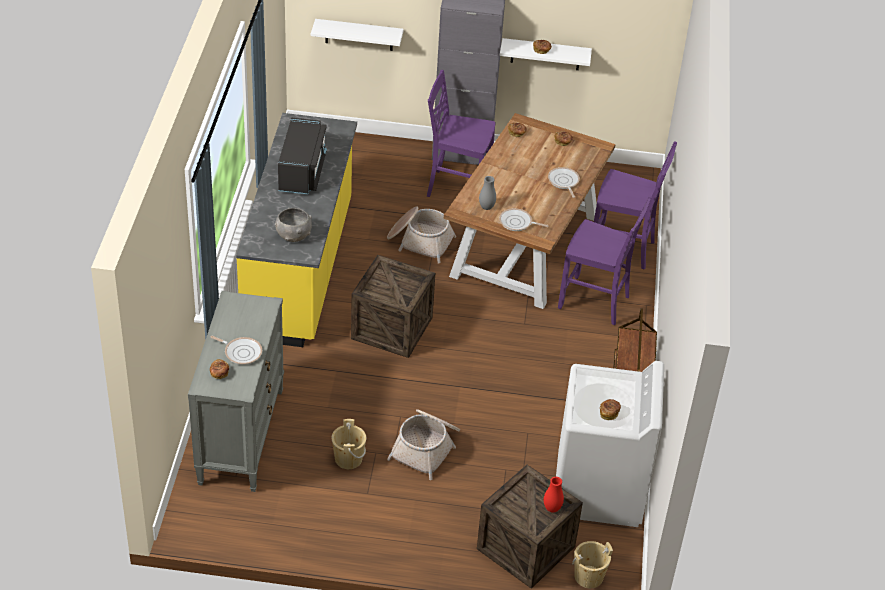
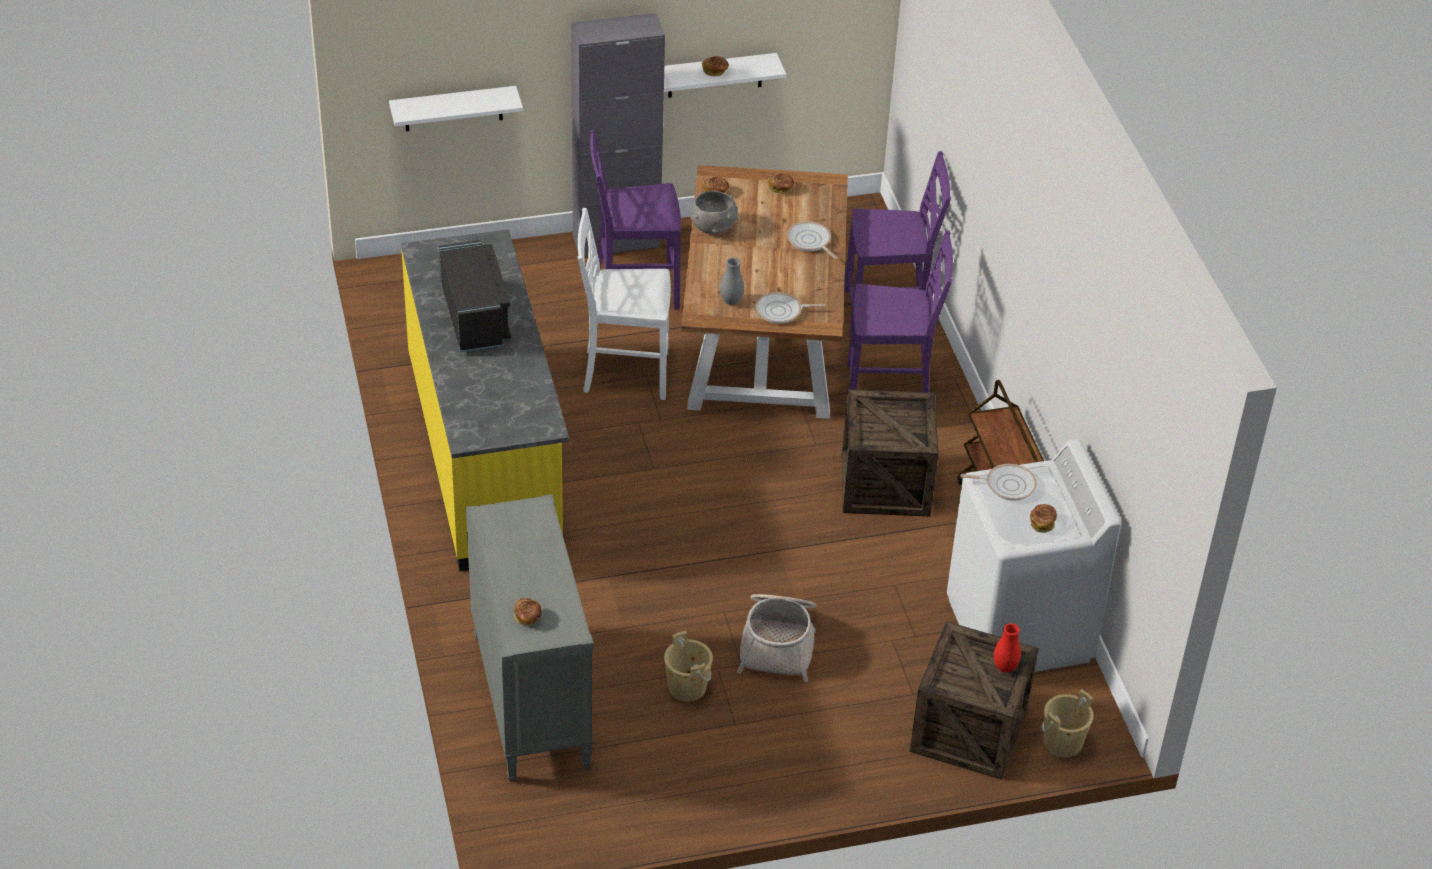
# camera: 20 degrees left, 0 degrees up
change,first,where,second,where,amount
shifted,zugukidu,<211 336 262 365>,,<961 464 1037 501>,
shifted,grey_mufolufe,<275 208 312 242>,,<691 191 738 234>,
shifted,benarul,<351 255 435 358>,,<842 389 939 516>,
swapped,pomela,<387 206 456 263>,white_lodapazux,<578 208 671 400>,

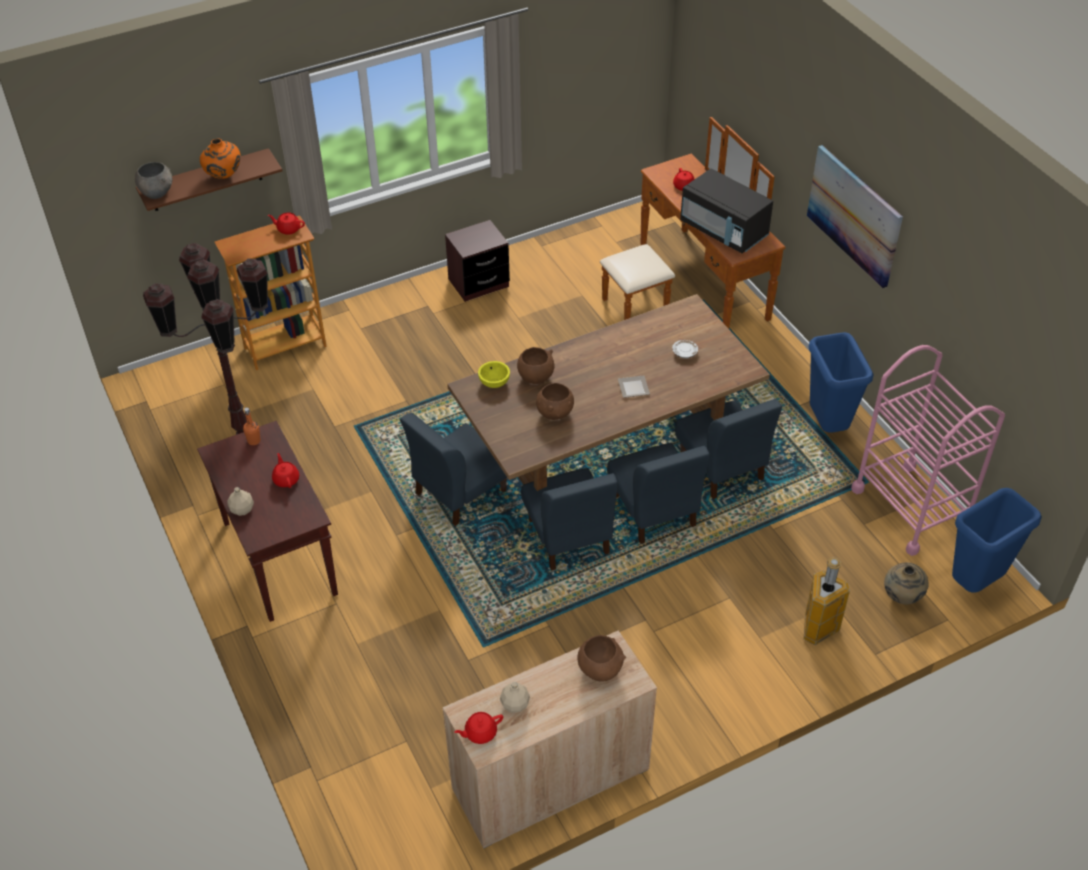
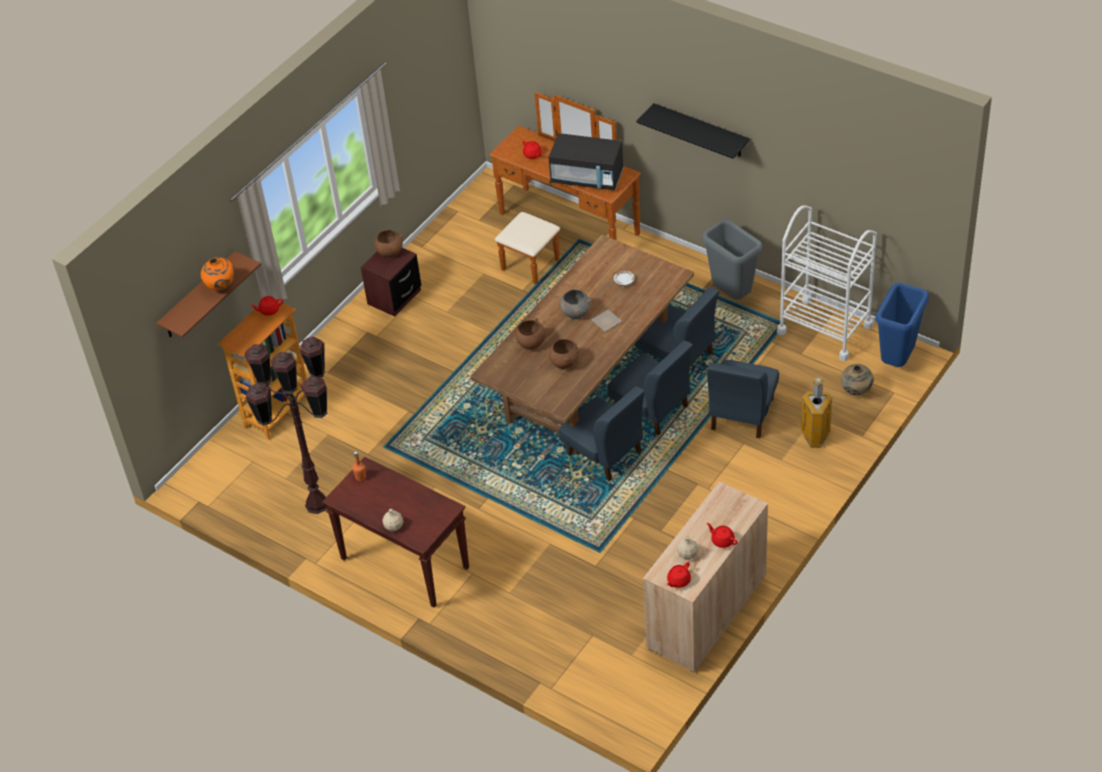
# camera: 25 degrees left, 0 degrees up
change,first,where,second,where,amount
gone,yellow_mufolufe,<478 361 510 388>,,,
shifted,grey_mufolufe,<135 162 173 199>,,<560 289 591 319>,
shifted,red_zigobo,<272 453 299 488>,,<707 523 738 548>,
shifted,blue_lodapazux,<400 413 507 526>,,<707 359 779 438>,
shifted,brown_mufolufe,<577 635 626 682>,,<374 230 403 258>,
swapped,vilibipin,<807 145 903 288>,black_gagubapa,<636 103 750 159>,
repainted,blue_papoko,<809 332 874 433>,grey_papoko,<702 219 762 300>,
repainted,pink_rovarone,<851 345 1005 556>,white_rovarone,<777 205 877 361>,

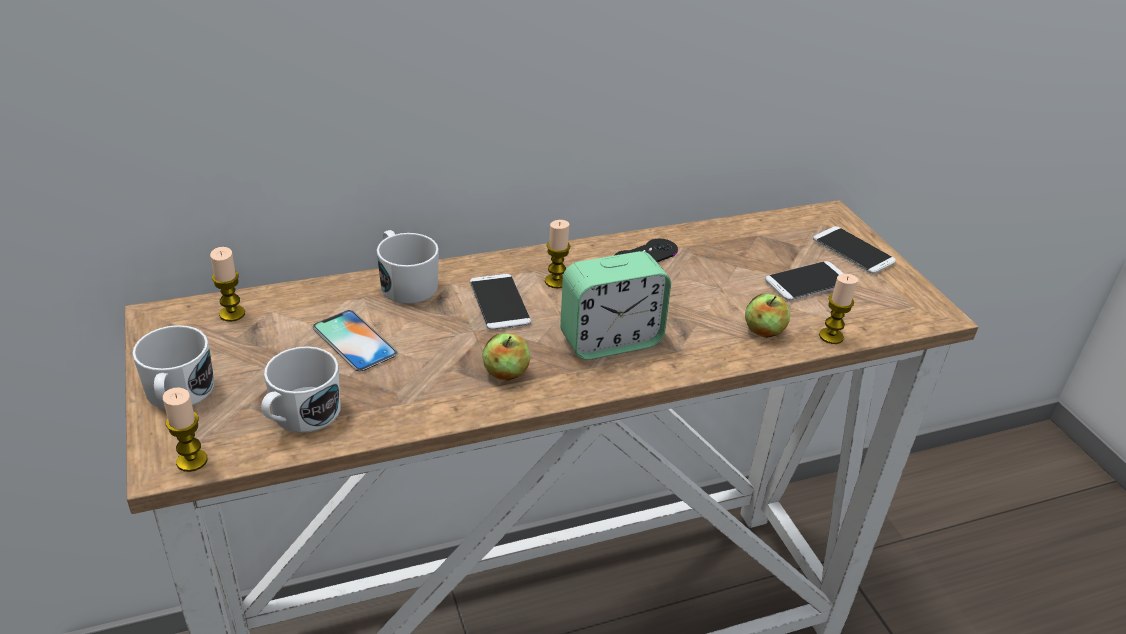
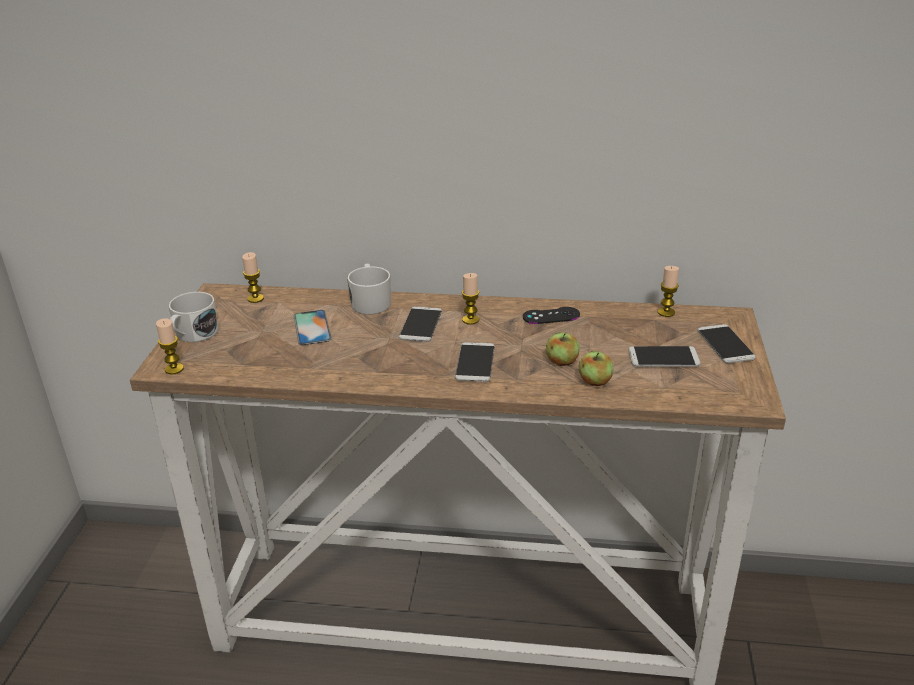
# camera: 30 degrees right, 5 degrees down
change,first,where,second,where,amount
gone,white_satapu,<261 346 341 433>,,,
shifted,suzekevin,<482 334 530 381>,,<546 332 579 366>,
shifted,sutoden,<819 274 858 344>,,<658 266 679 317>,
swapped,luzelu,<560 251 671 360>,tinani,<455 342 495 382>,

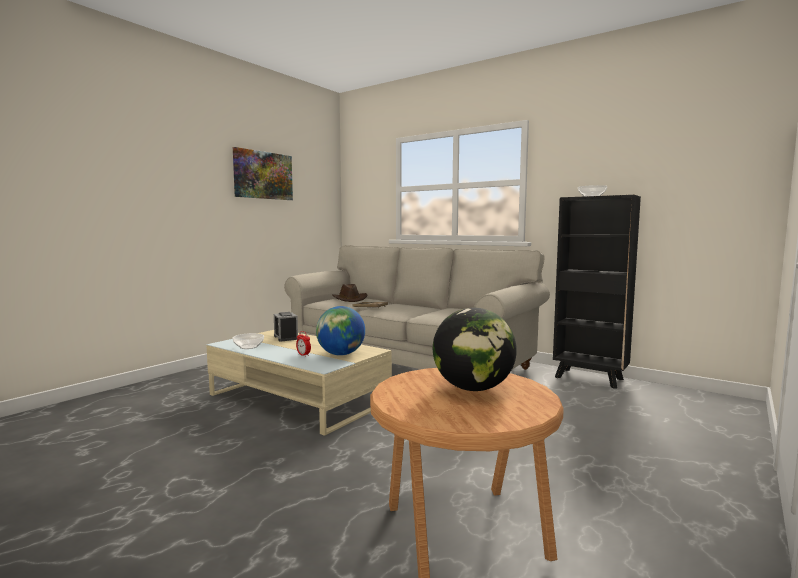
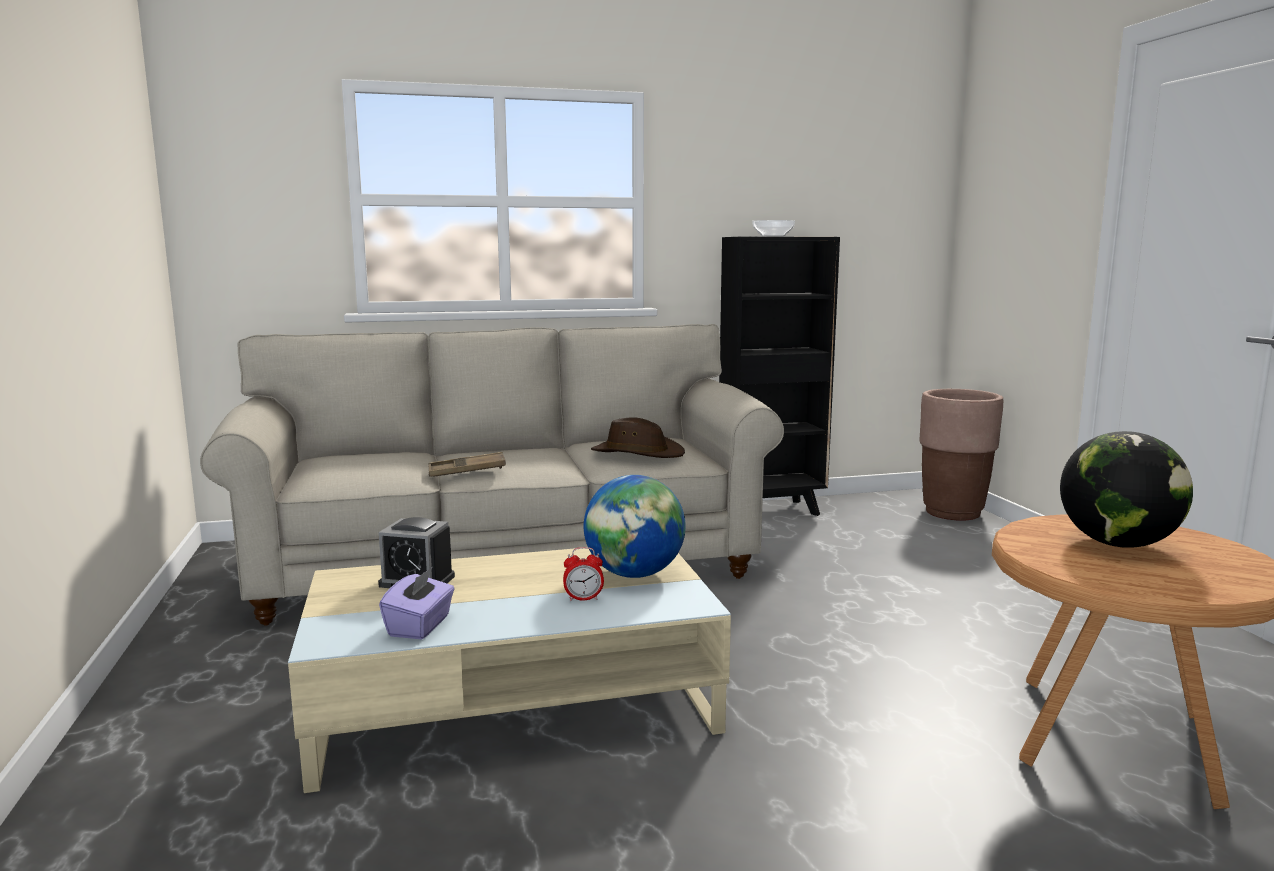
# camera: 50 degrees left, 5 degrees up
change,first,where,second,where,amount
gone,vilibipin,<233 147 293 200>,,,
new,,,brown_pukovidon,<920 389 1003 521>,
shifted,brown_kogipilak,<332 284 367 302>,,<591 417 685 458>,
swapped,mufolufe,<233 333 264 349>,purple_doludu,<379 567 455 639>,

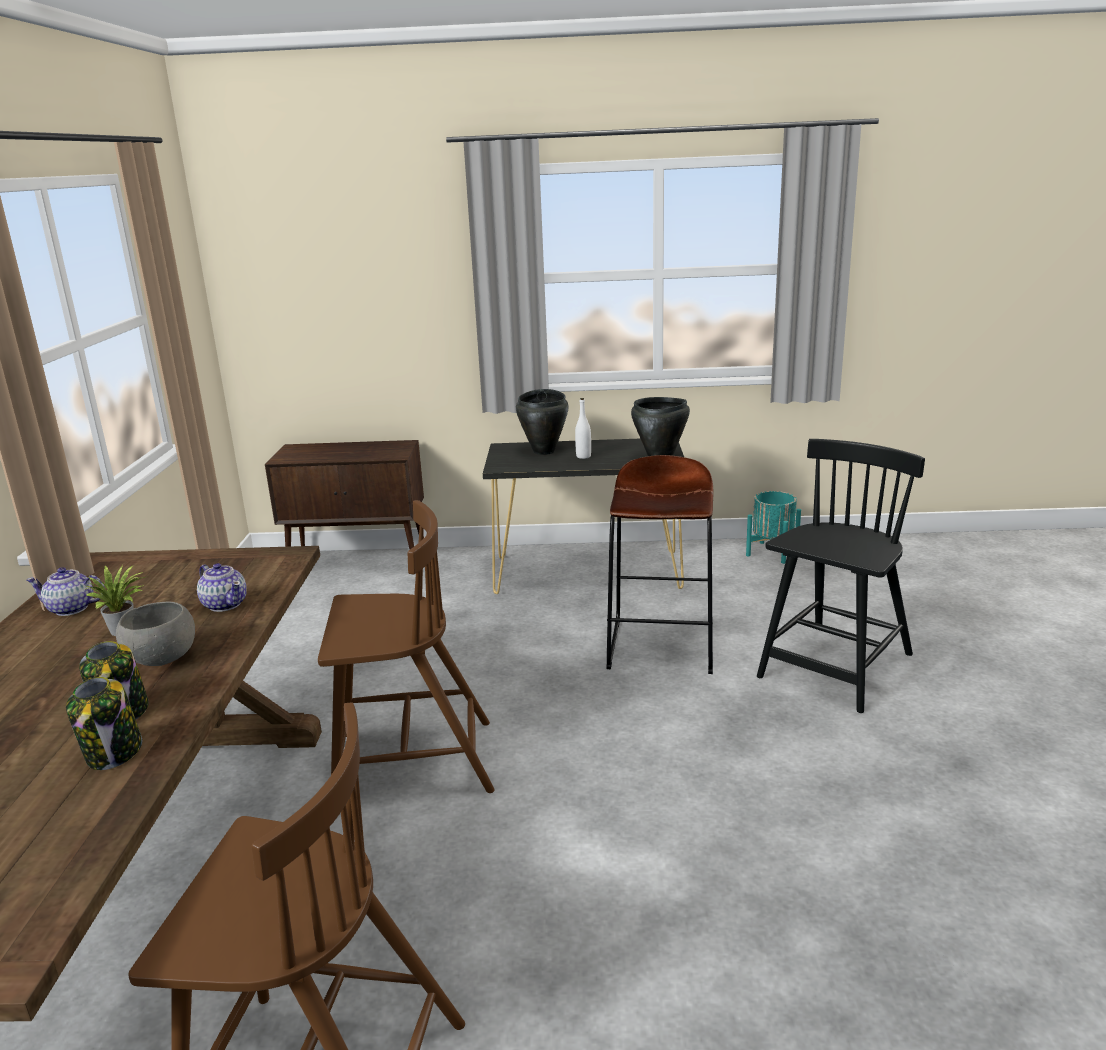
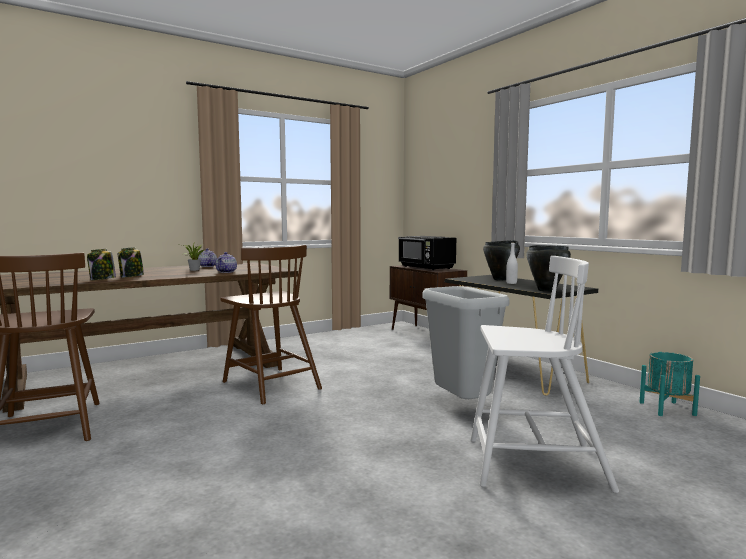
# camera: 55 degrees right, 15 degrees down
change,first,where,second,where,amount
gone,grey_mufolufe,<116 602 195 666>,,,
new,,,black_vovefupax,<398 236 456 270>,
swapped,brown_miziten,<606 455 713 674>,grey_papoko,<422 286 510 399>,
repainted,black_lodapazux,<757 439 925 713>,white_lodapazux,<471 256 619 493>,

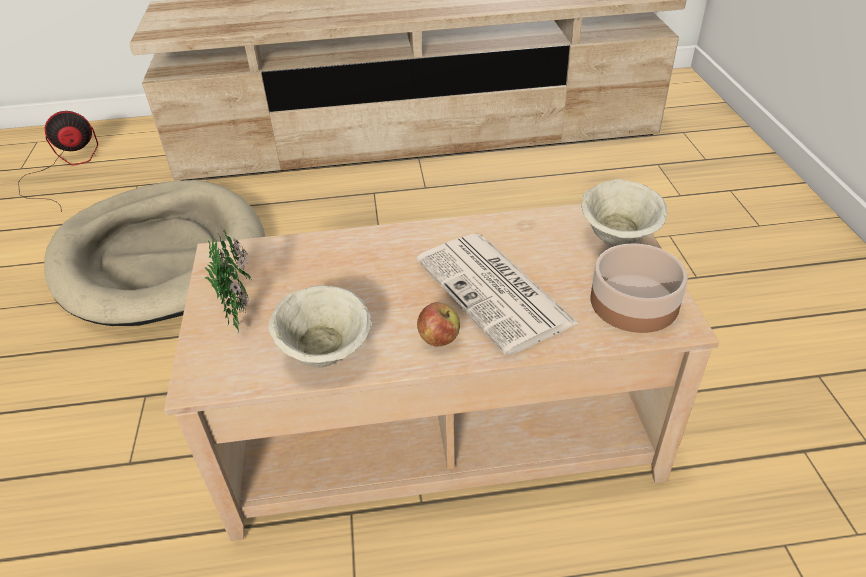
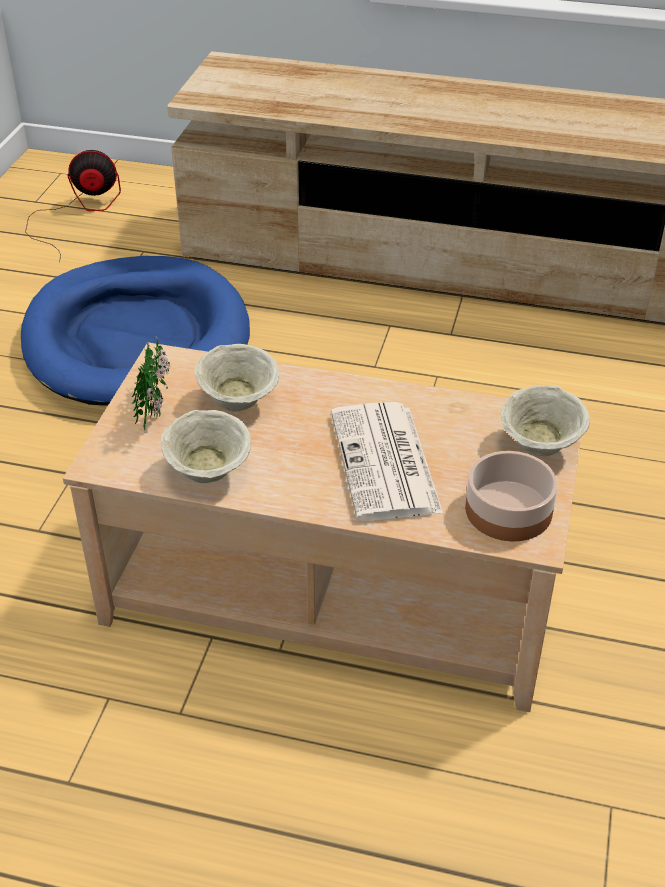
# camera: 20 degrees right, 0 degrees up
change,first,where,second,where,amount
gone,suzekevin,<417 302 460 347>,,,
new,,,beige_mufolufe,<194 344 279 412>,
repainted,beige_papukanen,<44 180 265 326>,blue_papukanen,<21 256 250 406>,

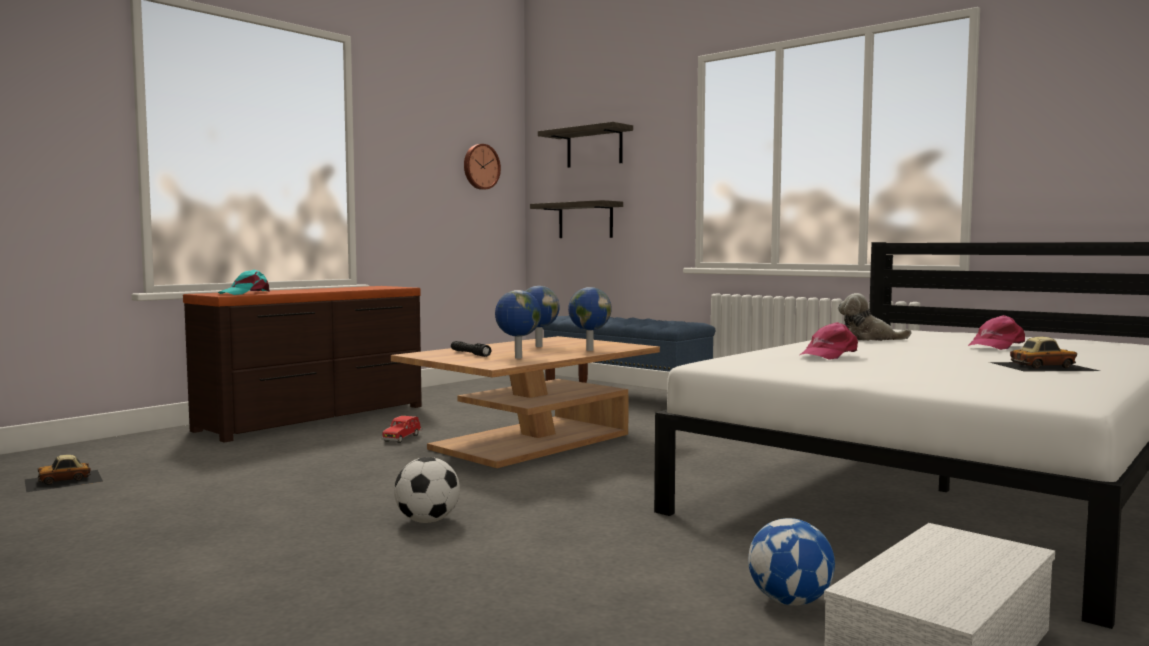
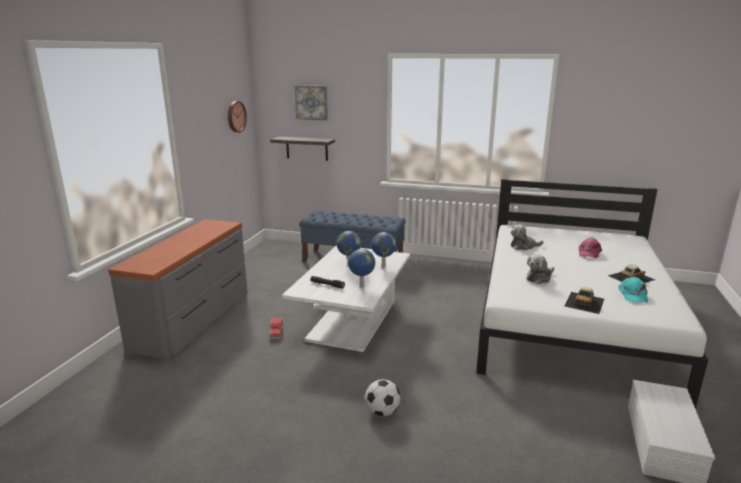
# camera: 25 degrees left, 15 degrees up
change,first,where,second,where,amount
gone,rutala,<748 518 835 606>,,,
shifted,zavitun,<24 455 103 492>,,<565 287 604 314>,
shifted,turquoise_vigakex,<218 269 270 295>,,<618 277 648 303>,
swapped,gagubapa,<538 122 633 168>,vilibipin,<295 85 328 120>,
swapped,pink_vigakex,<800 322 858 360>,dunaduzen,<526 254 554 284>,
repainted,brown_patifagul,<183 286 422 442>,grey_patifagul,<108 219 248 363>,
repainted,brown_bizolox,<391 336 660 468>,white_bizolox,<282 245 410 352>,

